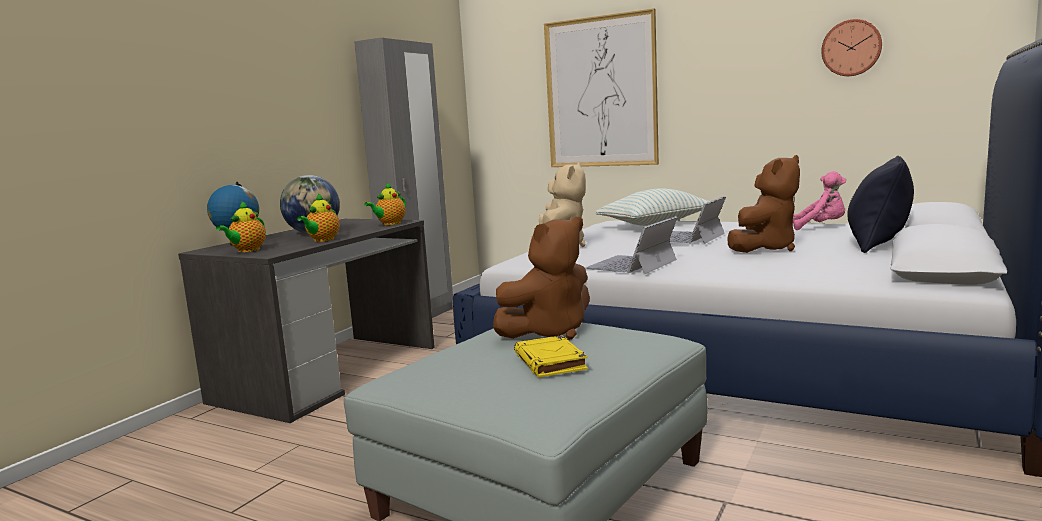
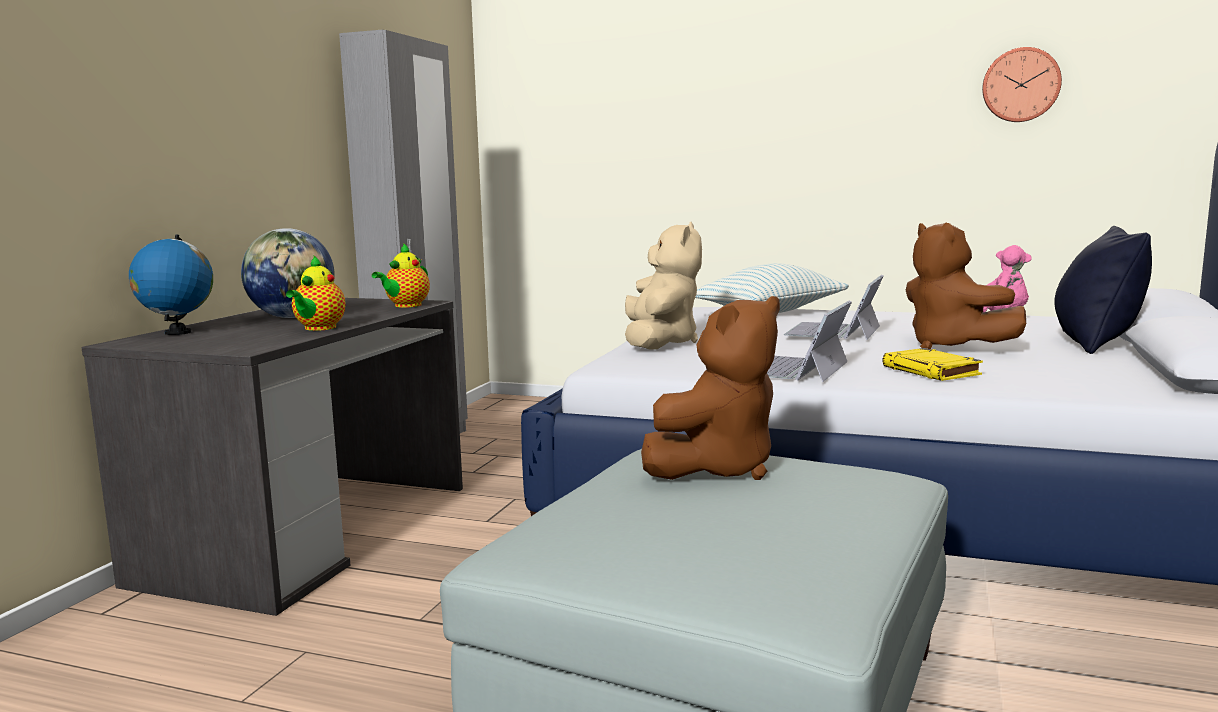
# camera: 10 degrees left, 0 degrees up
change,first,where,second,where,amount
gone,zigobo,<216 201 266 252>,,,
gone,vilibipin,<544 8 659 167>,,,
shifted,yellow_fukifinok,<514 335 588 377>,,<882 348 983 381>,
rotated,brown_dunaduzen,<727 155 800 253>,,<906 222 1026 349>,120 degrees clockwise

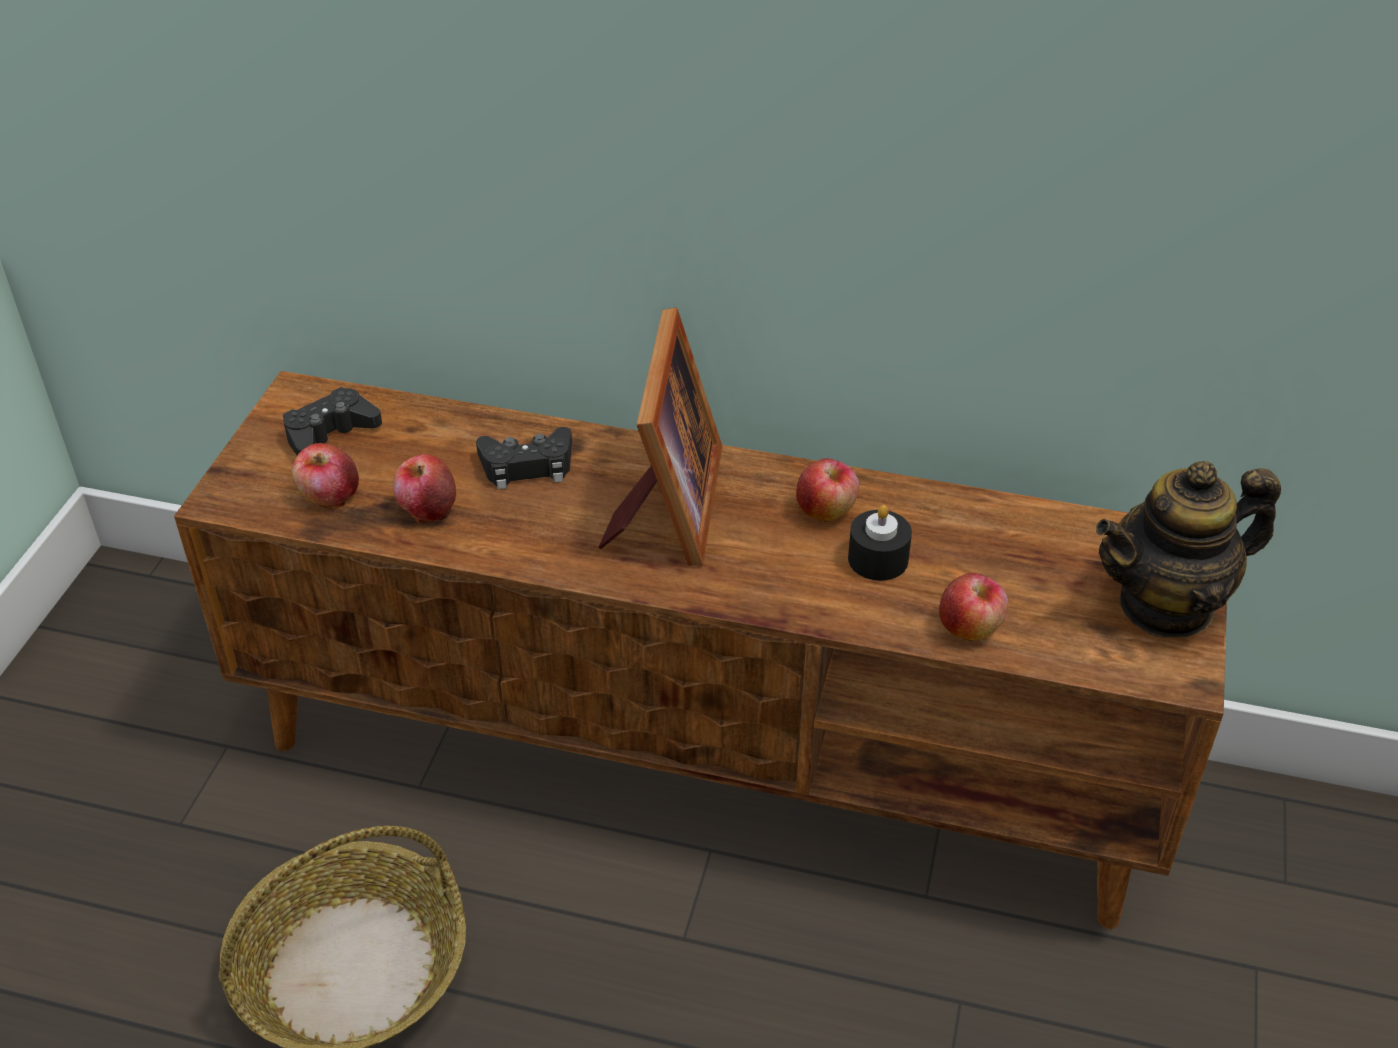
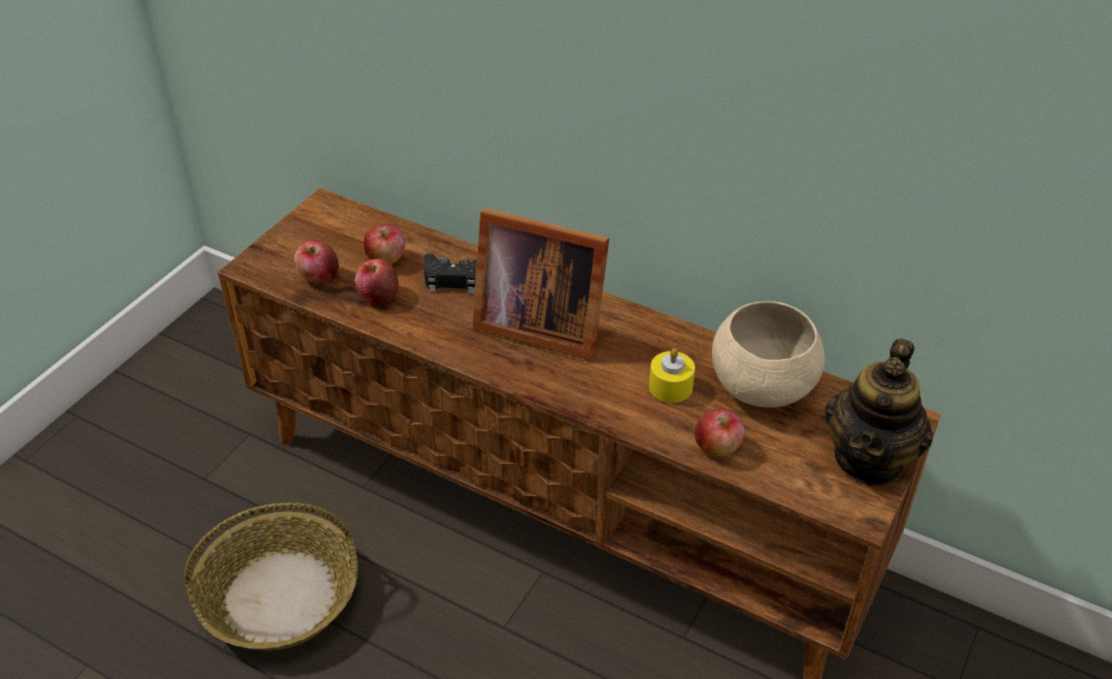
# camera: 15 degrees right, 0 degrees up
change,first,where,second,where,amount
gone,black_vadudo,<283 387 382 455>,,,
new,,,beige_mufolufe,<712 301 825 408>,
shifted,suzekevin,<796 458 859 522>,,<363 224 405 265>,
repainted,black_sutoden,<848 505 912 581>,yellow_sutoden,<649 348 695 403>,
rotated,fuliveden,<598 308 722 566>,,<472 208 609 360>,90 degrees clockwise
rotated,zigobo,<1096 461 1281 638>,,<825 339 933 486>,60 degrees counterclockwise

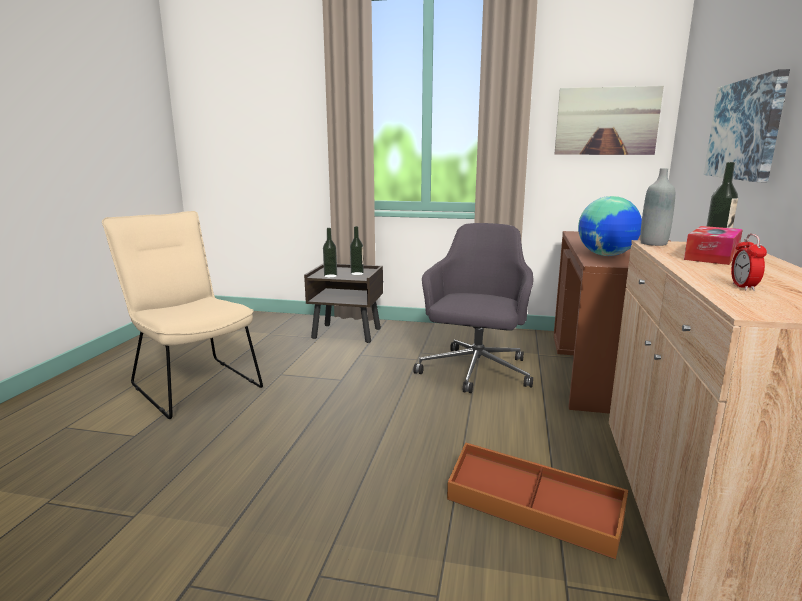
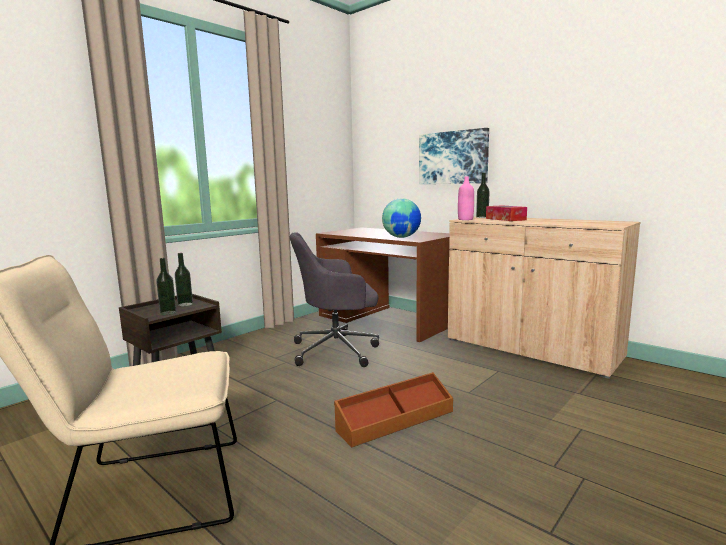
# camera: 60 degrees left, 5 degrees down
change,first,where,second,where,amount
gone,vilibipin,<555 86 664 155>,,,
gone,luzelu,<731 234 767 291>,,,
shifted,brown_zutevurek,<447 442 628 559>,,<334 372 453 447>,
repainted,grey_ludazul,<640 168 675 246>,pink_ludazul,<458 176 474 220>,
rotated,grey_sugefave,<413 223 534 393>,,<290 232 379 367>,60 degrees counterclockwise

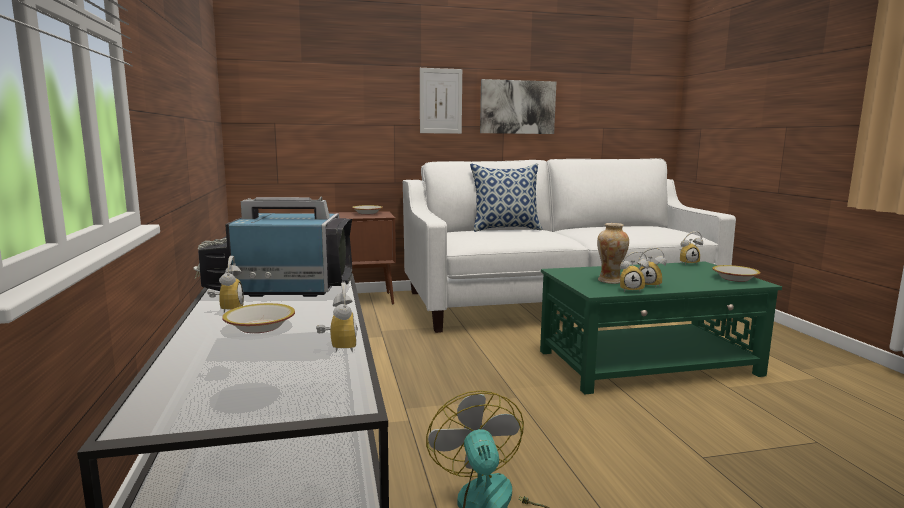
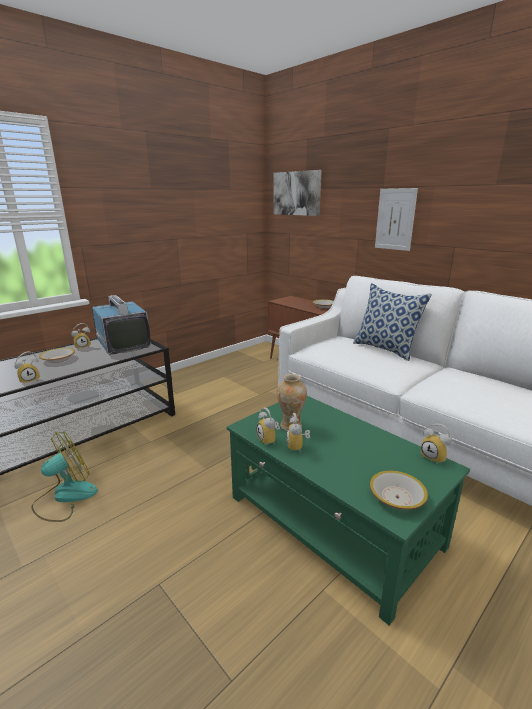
# camera: 60 degrees right, 10 degrees up
change,first,where,second,where,amount
shifted,vilibipin,<480 79 556 134>,,<273 170 322 216>,

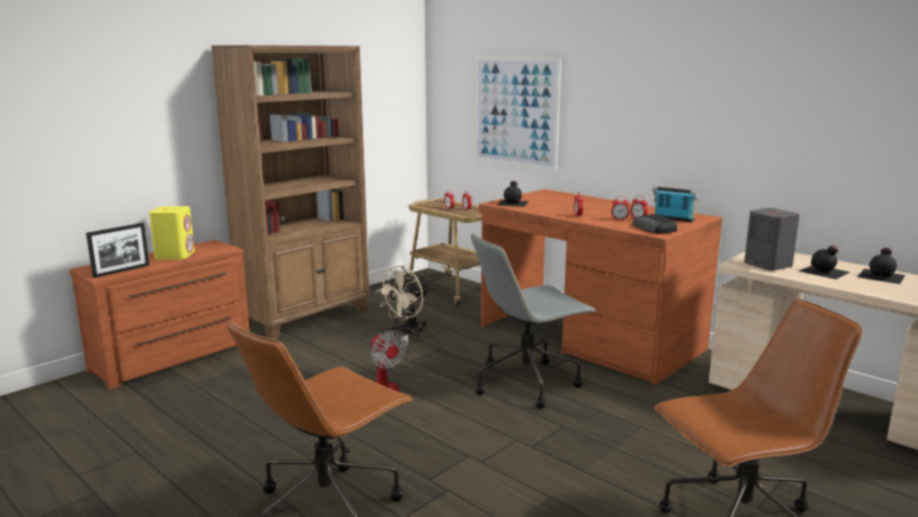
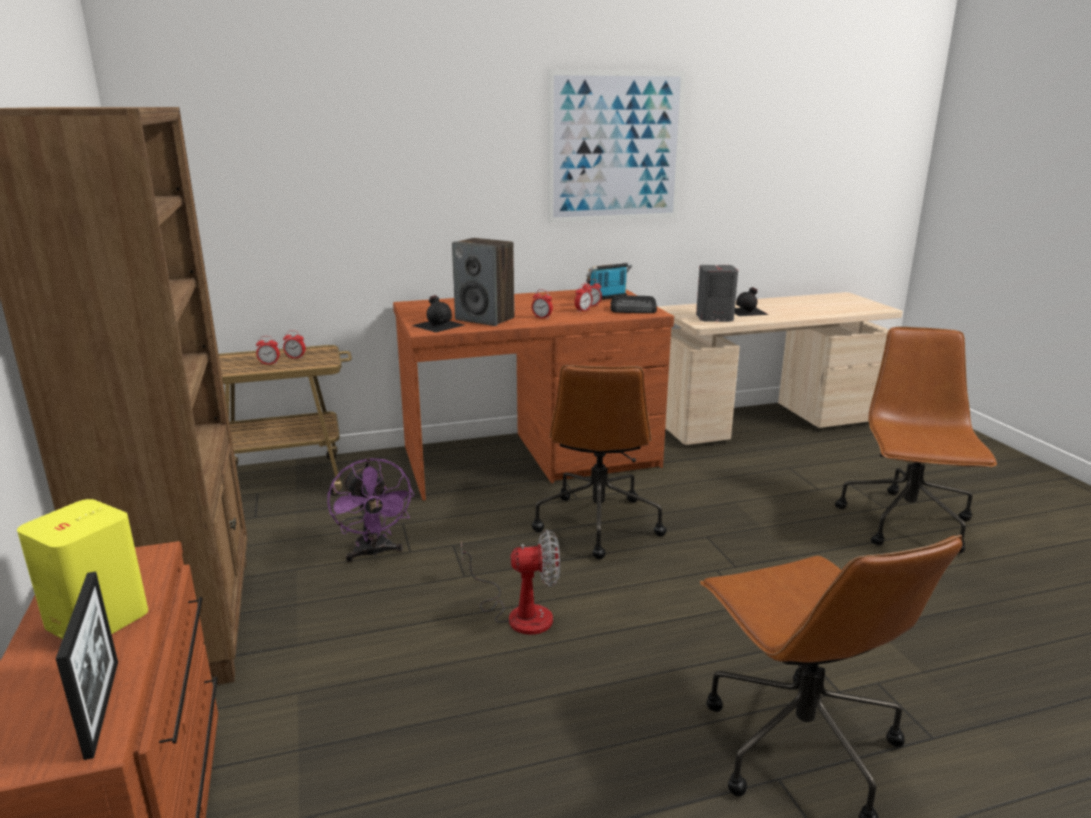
# camera: 60 degrees left, 5 degrees up
change,first,where,second,where,amount
gone,black_ludazul,<858 248 905 284>,,,
new,,,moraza,<452 238 515 326>,
shifted,vilibipin,<475 57 561 171>,,<548 70 686 223>,
repainted,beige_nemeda,<375 266 431 338>,purple_nemeda,<327 458 414 562>,
repainted,grey_sugefave,<471 233 596 409>,brown_sugefave,<532 365 667 559>,

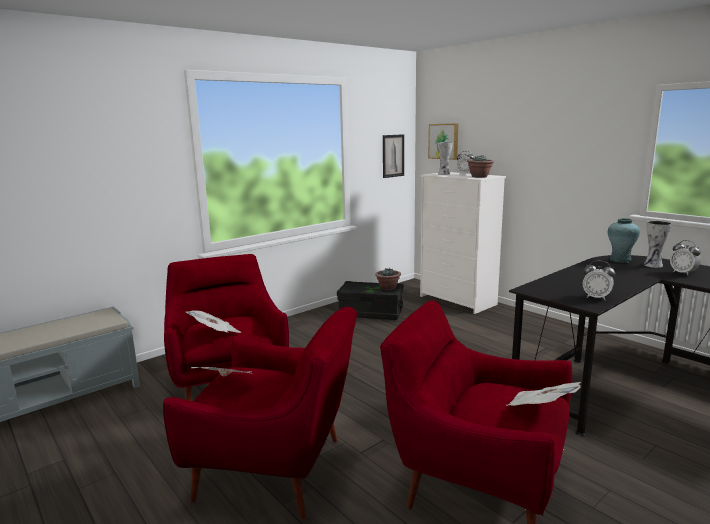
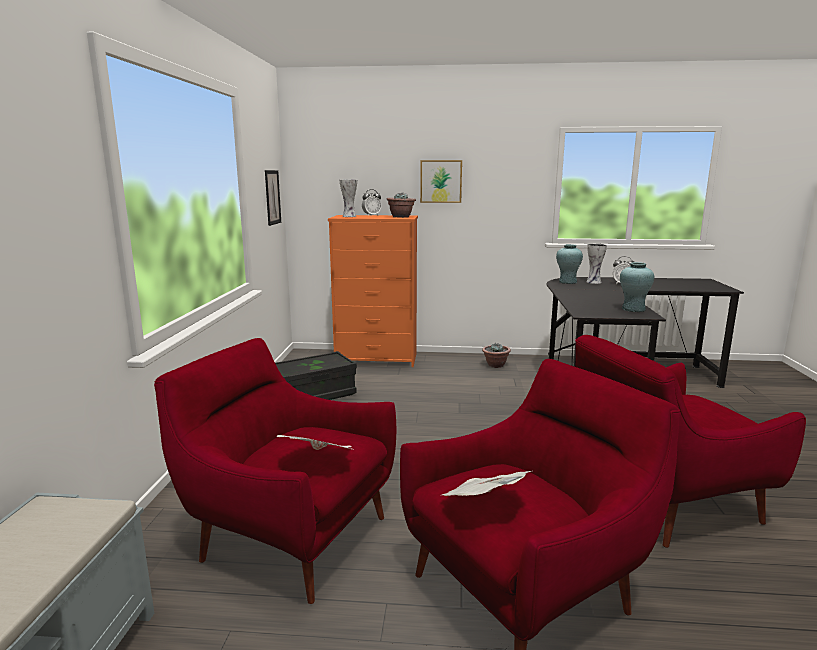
# camera: 45 degrees left, 0 degrees up
change,first,where,second,where,amount
gone,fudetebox,<506 382 581 406>,,,
shifted,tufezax,<375 268 401 291>,,<482 343 511 368>,
shifted,vilibipin,<428 124 458 160>,,<420 160 462 203>,
swapped,luzelu,<583 261 616 300>,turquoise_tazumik,<620 262 654 312>,
repainted,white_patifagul,<420 172 506 314>,orange_patifagul,<328 215 418 367>,

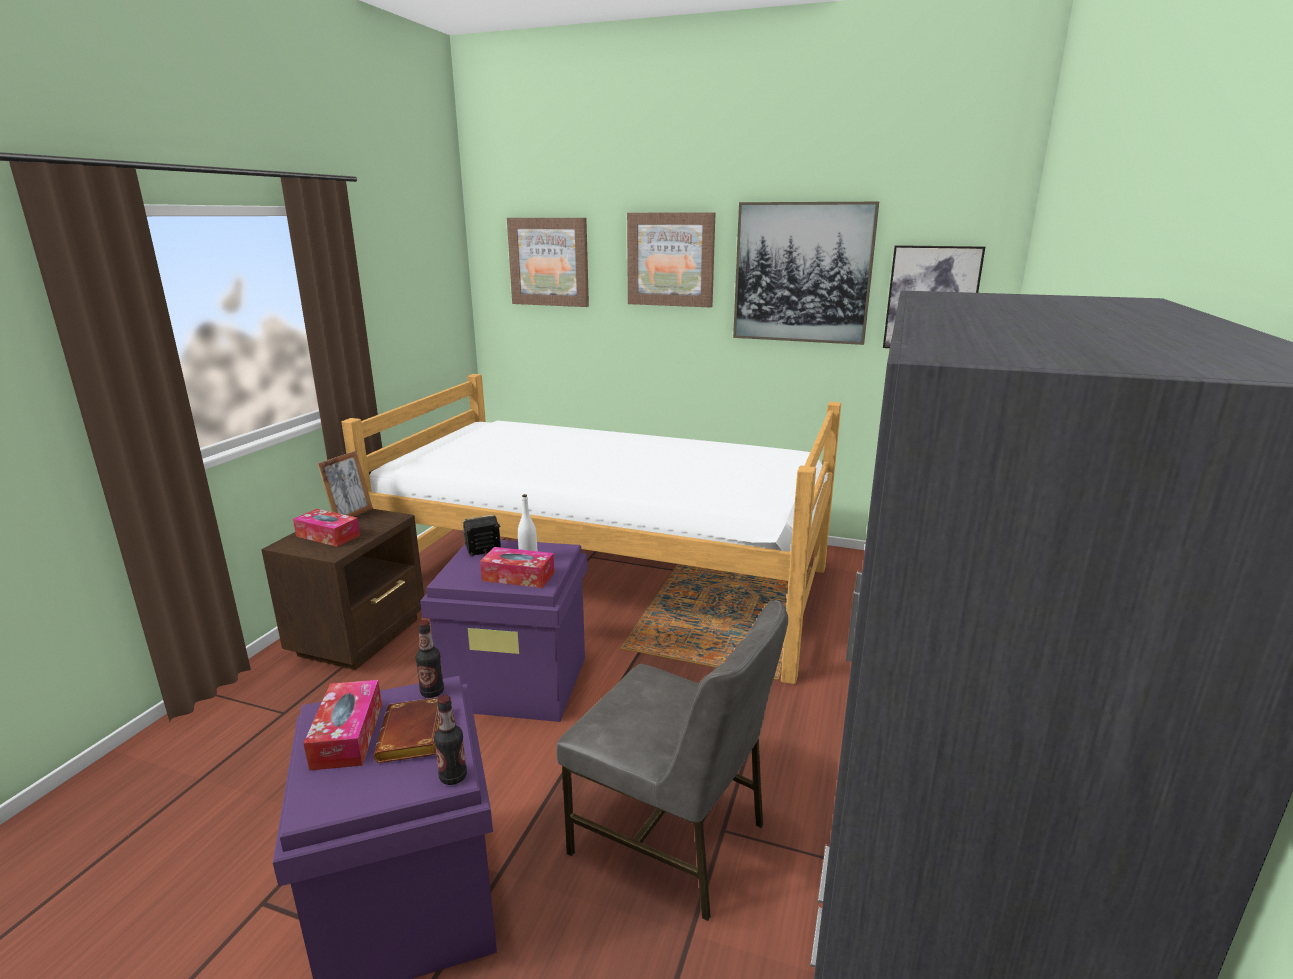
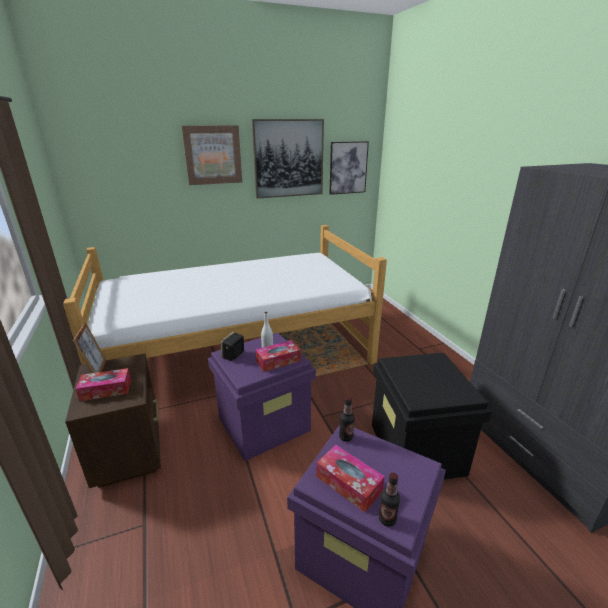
# camera: 40 degrees left, 5 degrees up
change,first,where,second,where,amount
gone,brown_fukifinok,<374 697 439 763>,,,
gone,vilibipin,<507 218 589 307>,,,
shifted,ludazul,<434 695 467 785>,,<379 473 400 527>,
swapped,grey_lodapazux,<556 600 788 921>,black_zutevurek,<372 353 492 479>,

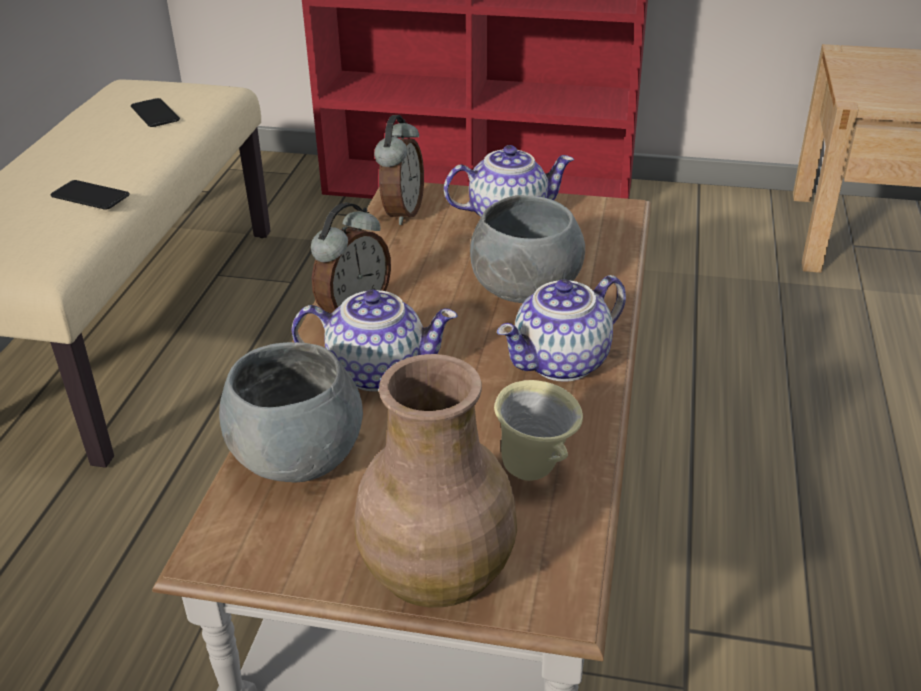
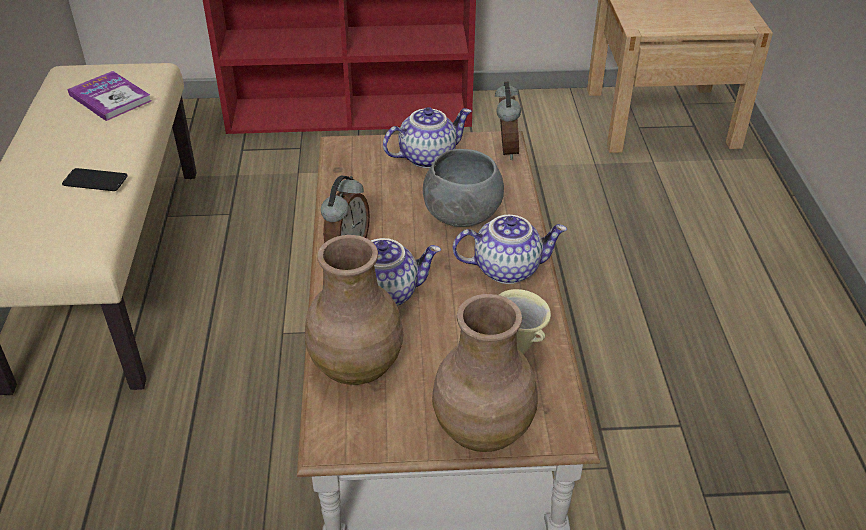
# camera: 15 degrees left, 5 degrees up
change,first,where,second,where,amount
shifted,luzelu,<374 115 424 225>,,<495 81 521 160>,
swapped,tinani,<131 98 180 127>,fukifinok,<67 71 151 121>,
swapped,grey_mufolufe,<219 342 363 483>,brown_tazumik,<305 235 403 385>,
rotated,zigobo,<497 275 626 381>,,<453 215 567 284>,135 degrees counterclockwise

